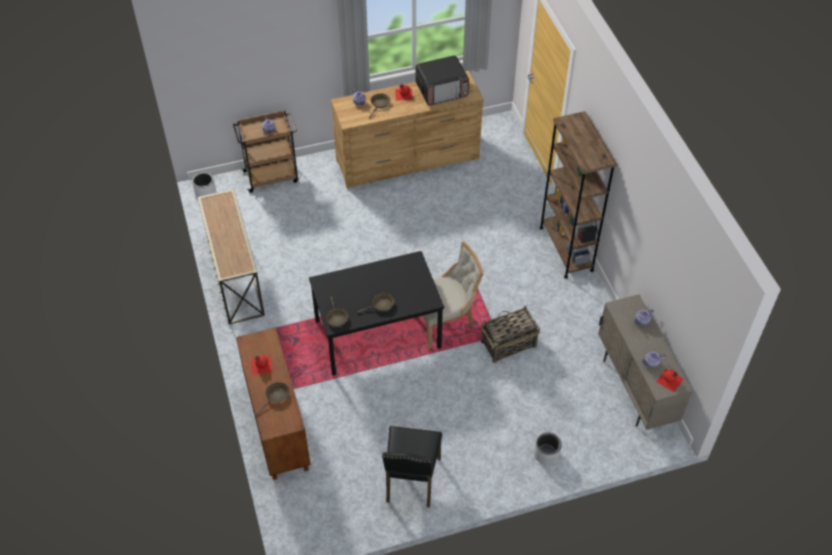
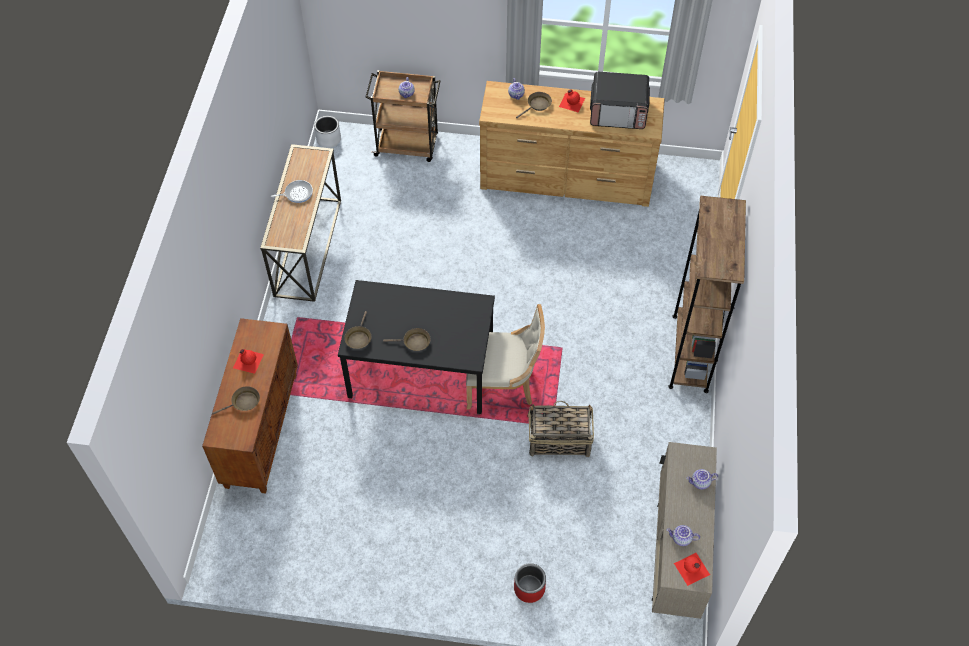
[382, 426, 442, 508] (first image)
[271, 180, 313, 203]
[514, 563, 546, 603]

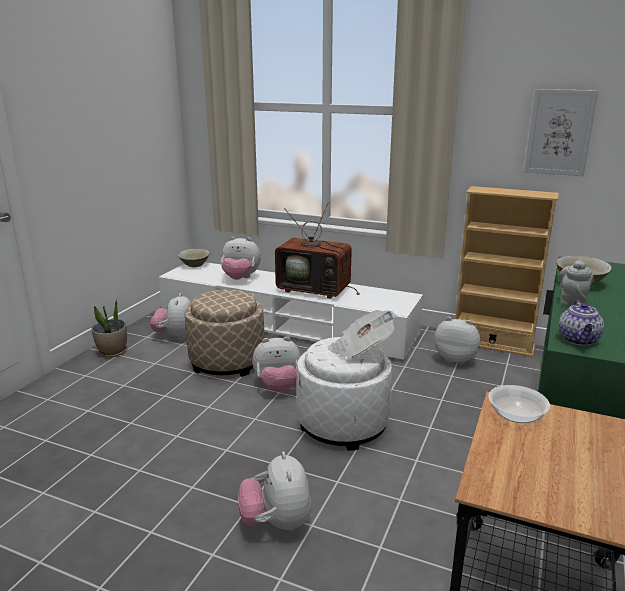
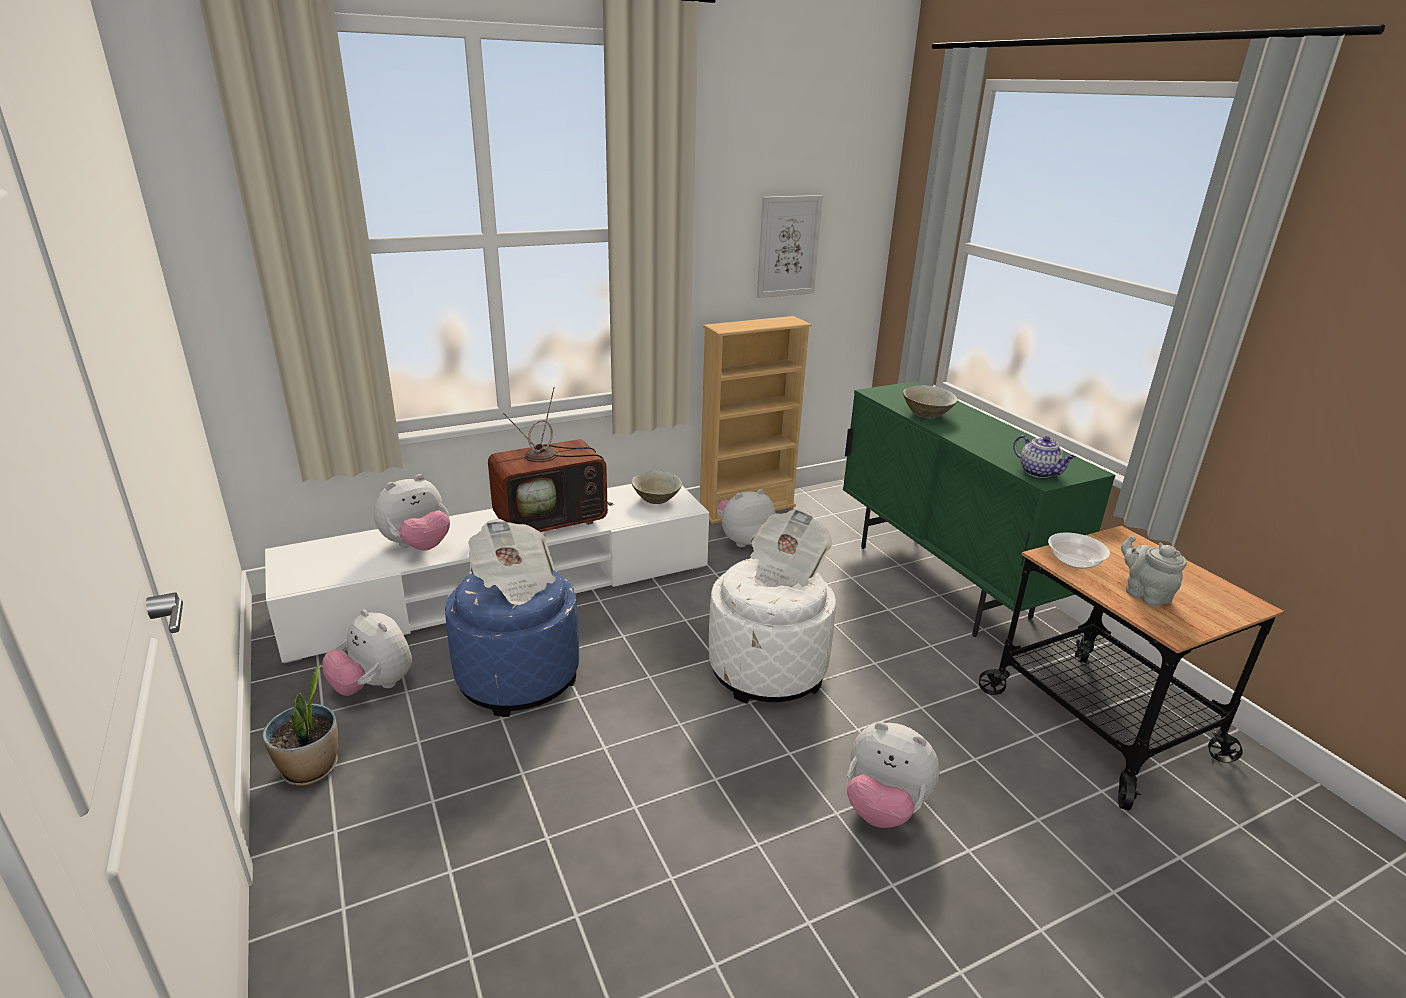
[252, 337, 301, 392] (first image)
[468, 519, 556, 605]
[632, 470, 682, 504]
[1121, 536, 1187, 606]
[445, 570, 579, 717]

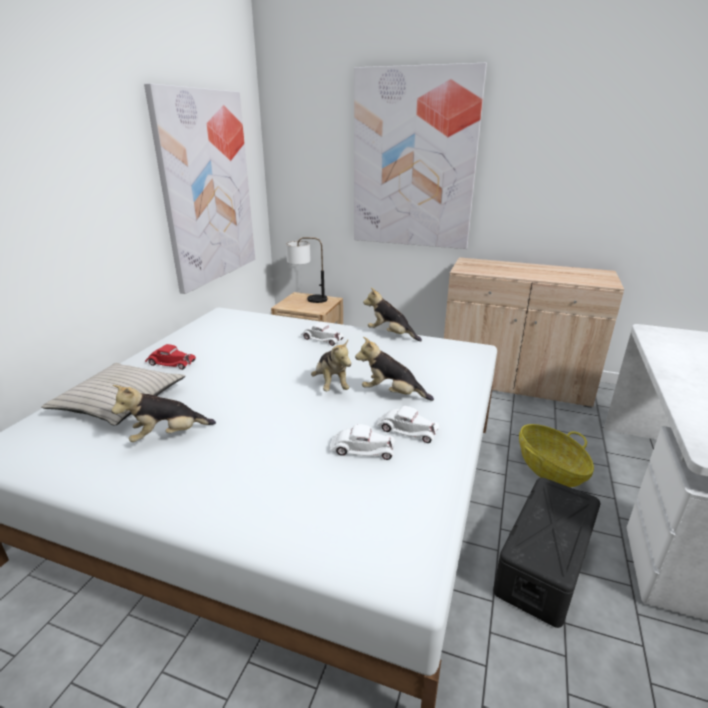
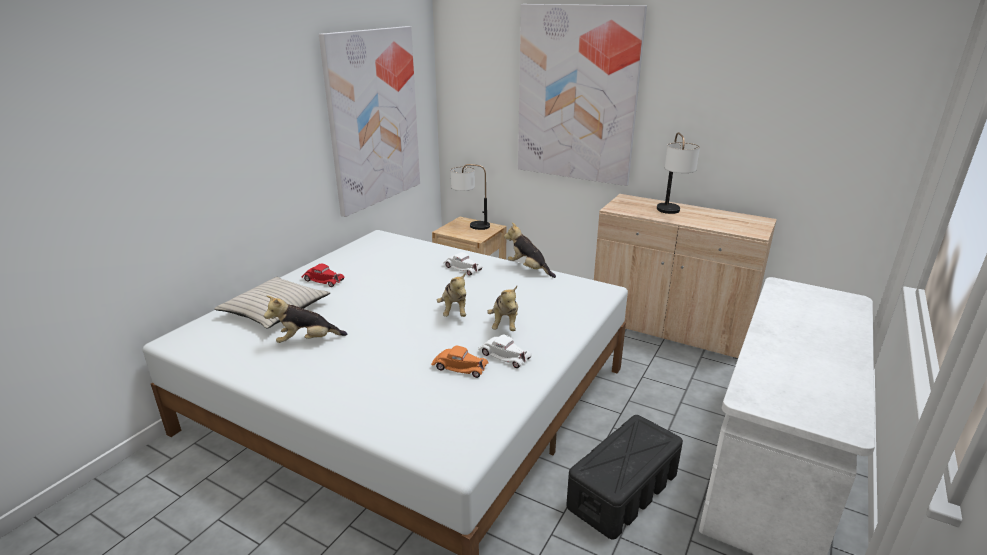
[519, 424, 594, 487] (first image)
[657, 132, 700, 214]
[431, 346, 489, 378]
[487, 286, 518, 331]

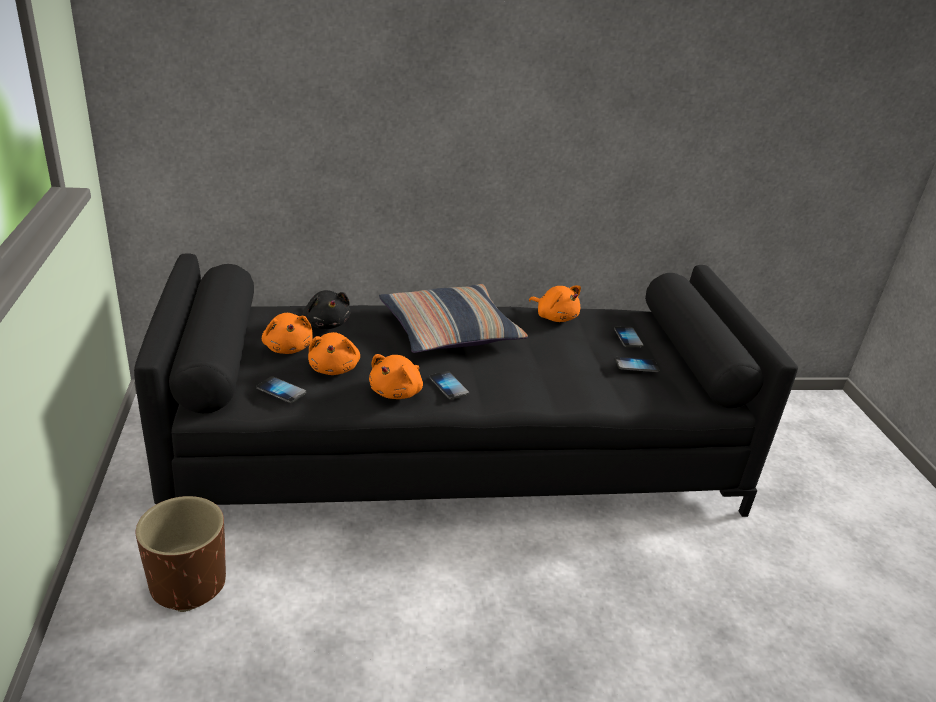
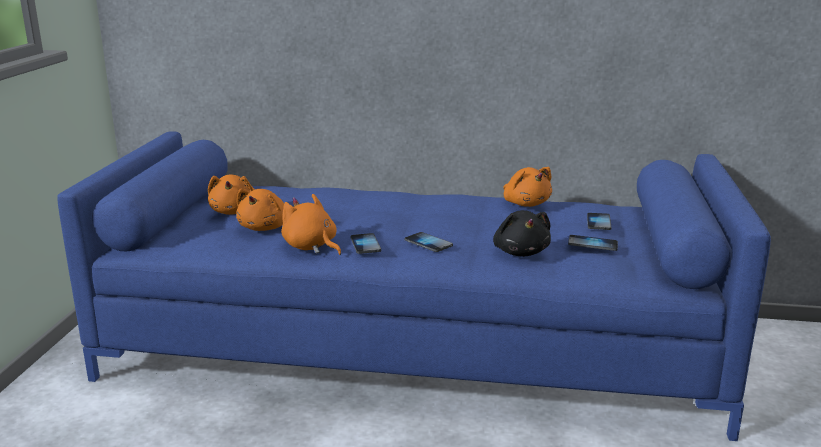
[136, 496, 226, 612] (first image)
[379, 284, 528, 353] (first image)
[405, 232, 453, 252]
[493, 210, 551, 257]
[57, 131, 771, 441]
[281, 194, 341, 255]

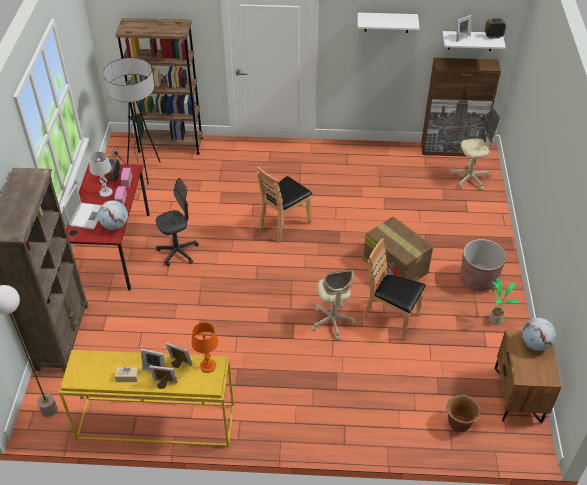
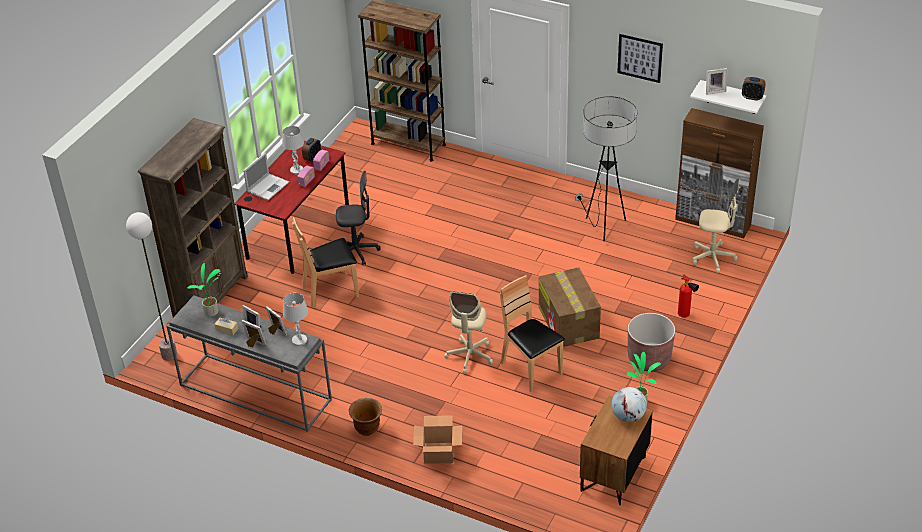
[98, 200, 128, 230] (first image)
[188, 263, 221, 317]
[413, 415, 462, 464]
[678, 274, 699, 318]
[575, 96, 637, 241]
[292, 217, 359, 308]
[349, 398, 382, 436]
[617, 34, 663, 83]
[166, 296, 332, 432]
[283, 293, 308, 346]

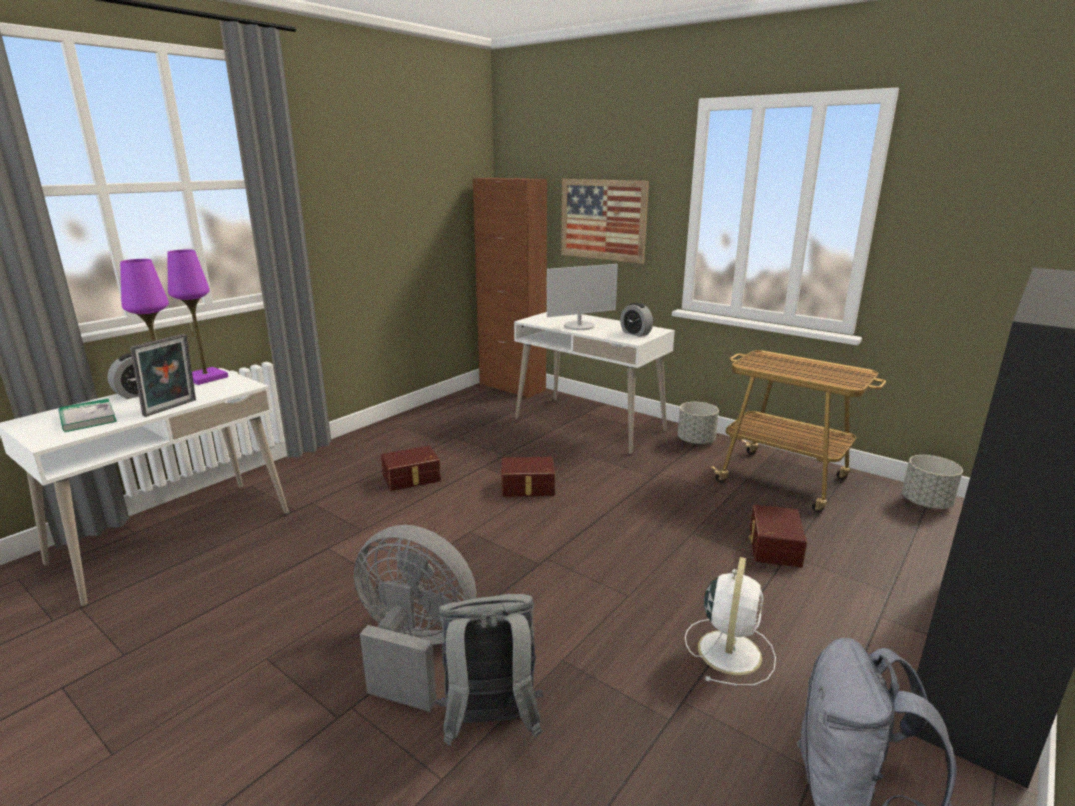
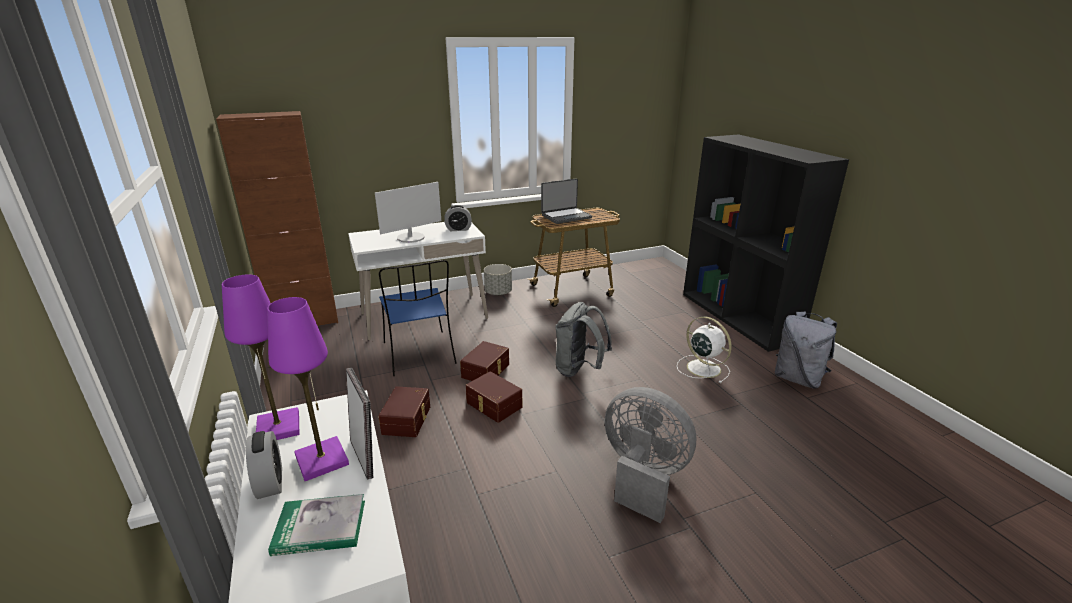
[561, 179, 649, 264] (first image)
[902, 455, 963, 509] (first image)
[379, 260, 457, 376]
[541, 178, 592, 224]
[555, 302, 612, 377]
[465, 371, 522, 423]
[604, 387, 697, 523]
[375, 182, 441, 243]

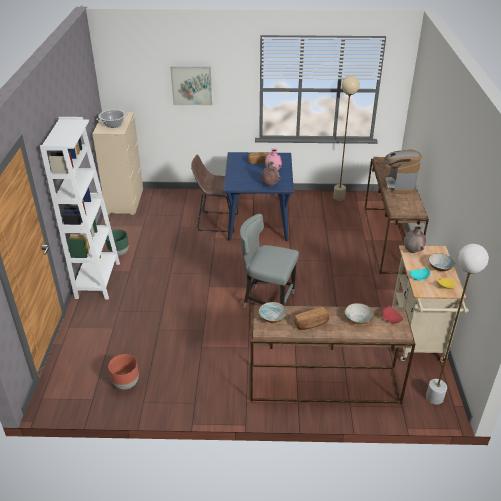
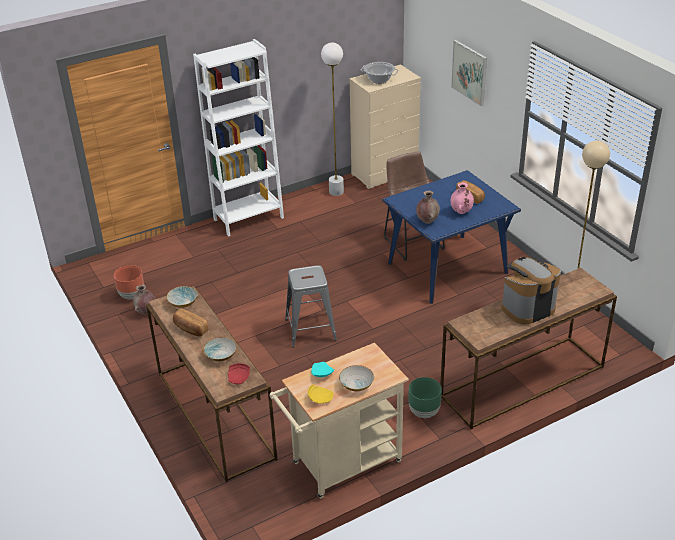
[409, 377, 442, 418]
[133, 285, 155, 314]
[321, 43, 344, 196]
[285, 265, 337, 348]

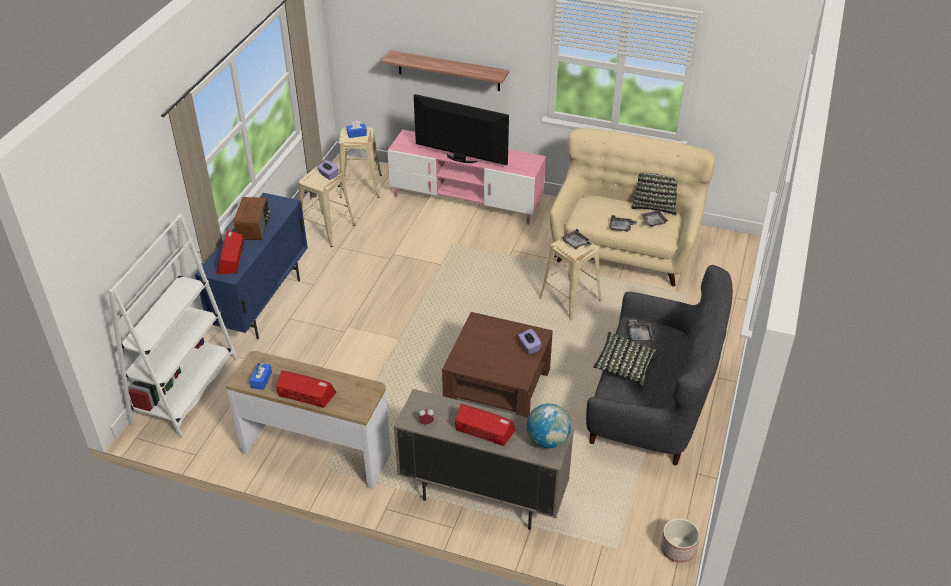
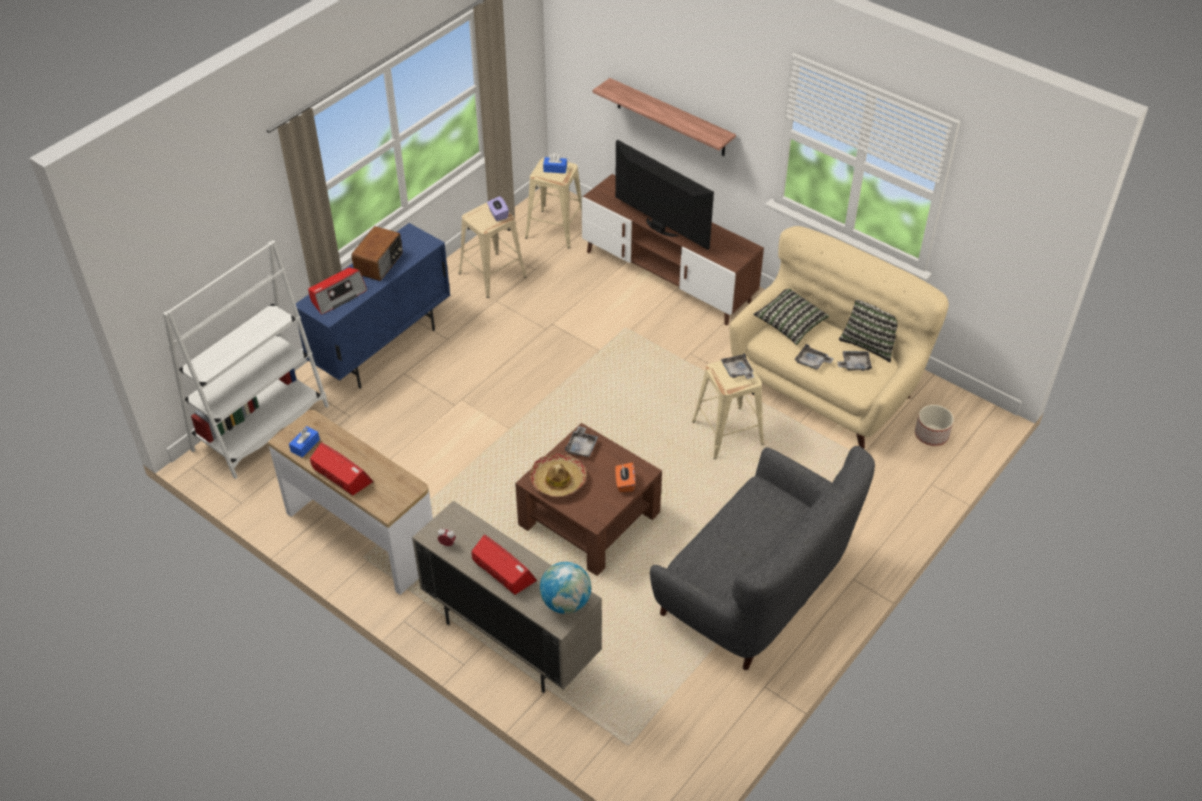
[530, 454, 587, 497]
[753, 289, 829, 345]
[565, 426, 598, 457]
[915, 405, 954, 446]
[582, 174, 764, 325]
[615, 463, 635, 492]
[308, 267, 367, 315]

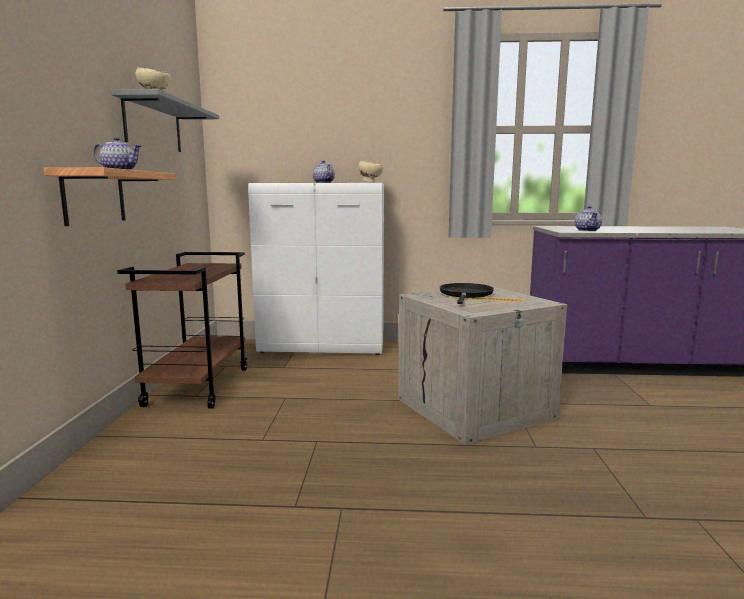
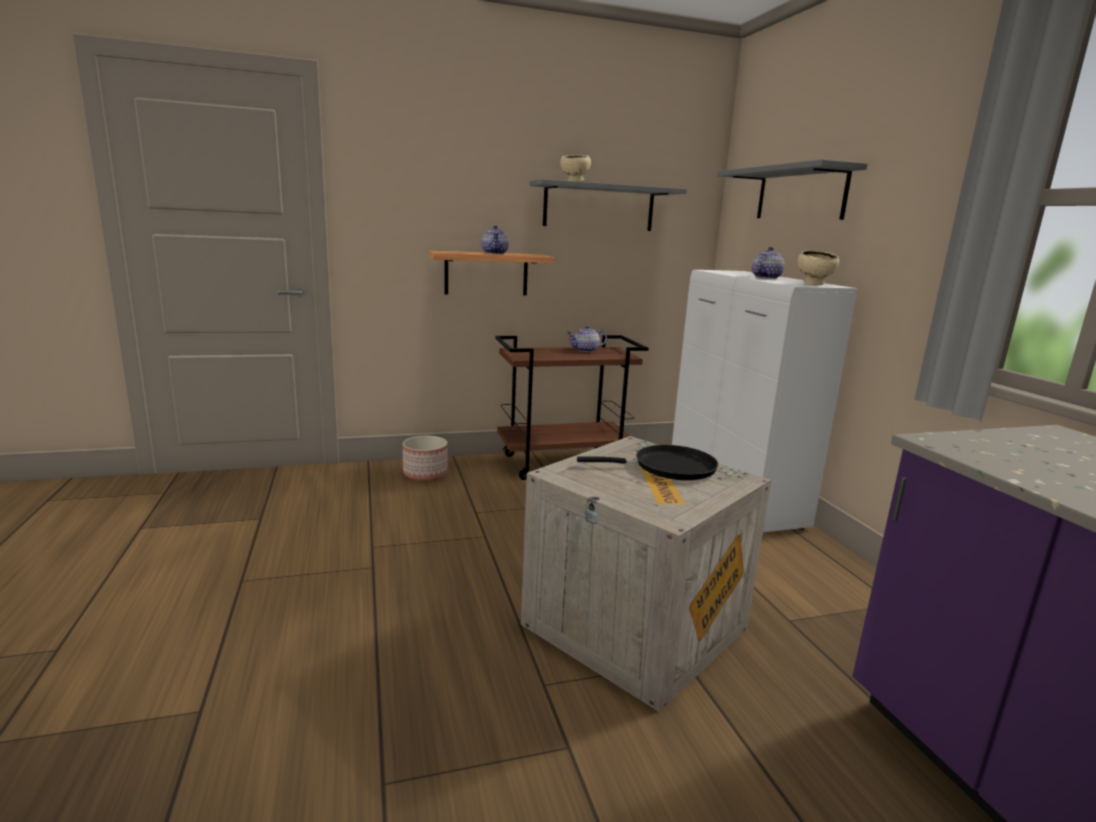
[403, 436, 448, 481]
[717, 159, 867, 220]
[567, 325, 607, 352]

